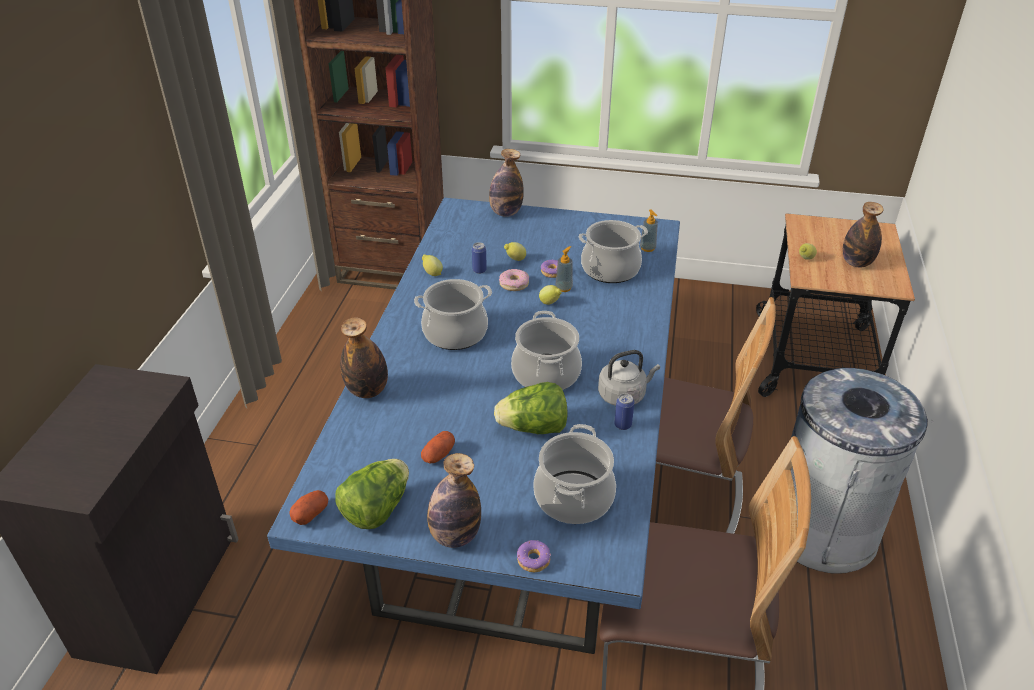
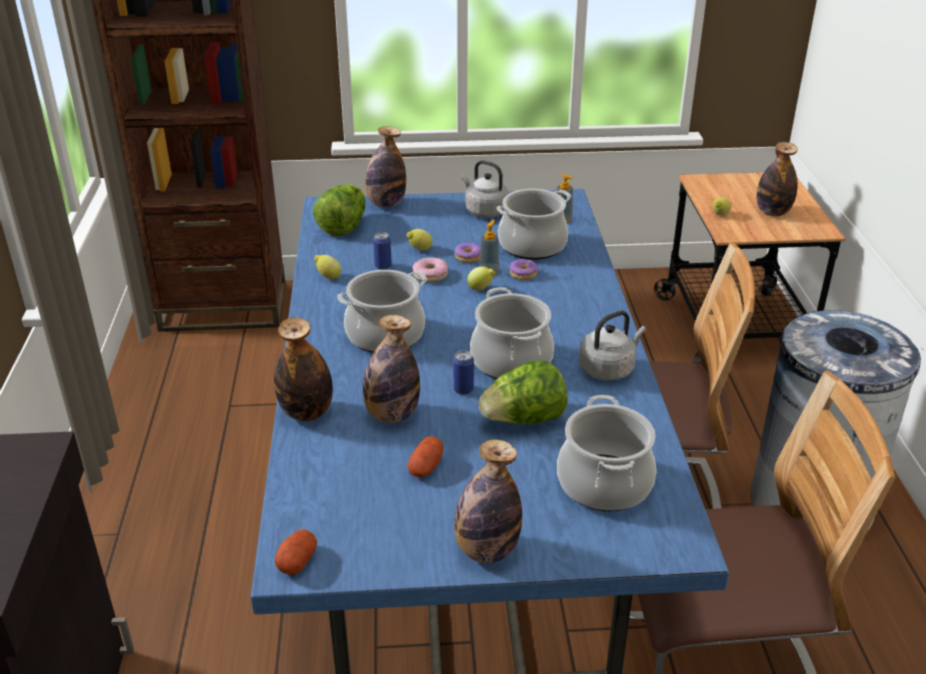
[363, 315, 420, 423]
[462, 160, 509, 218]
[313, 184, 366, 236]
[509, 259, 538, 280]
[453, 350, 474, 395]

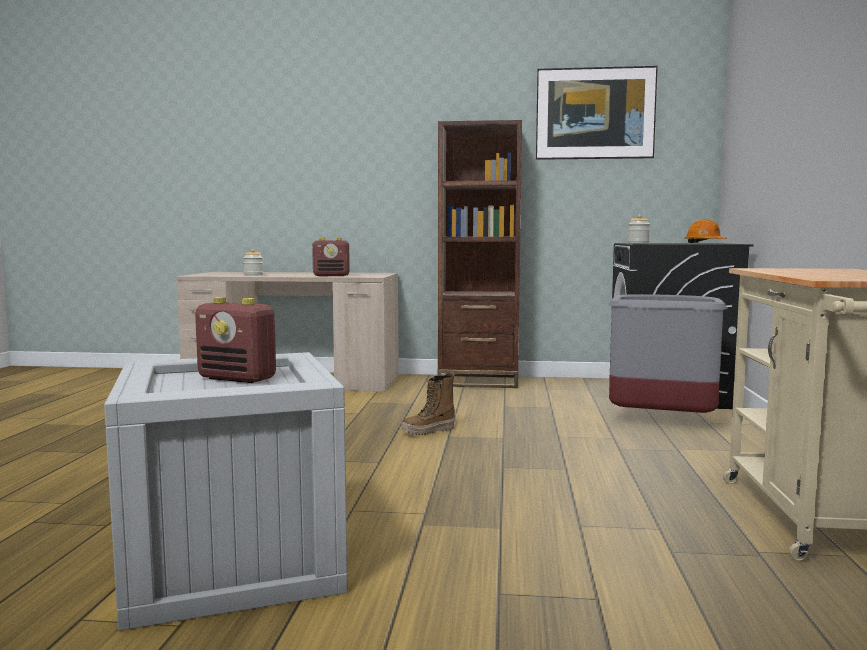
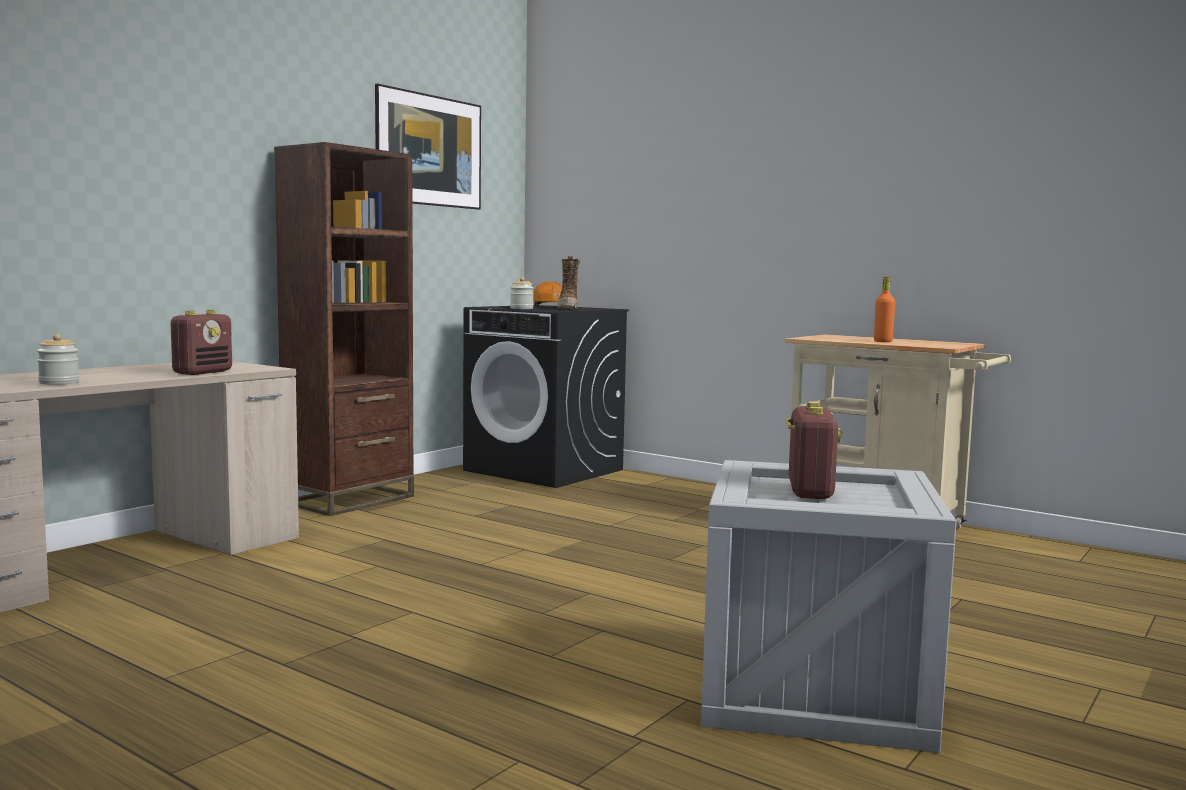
[608, 294, 727, 413] (first image)
[874, 276, 895, 342]
[557, 256, 580, 309]
[785, 402, 842, 499]

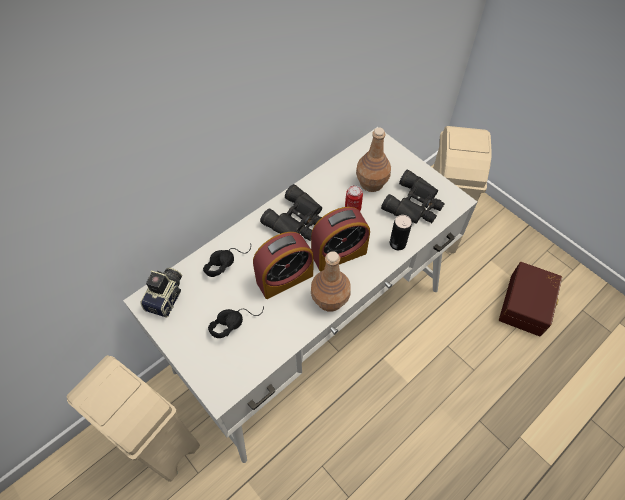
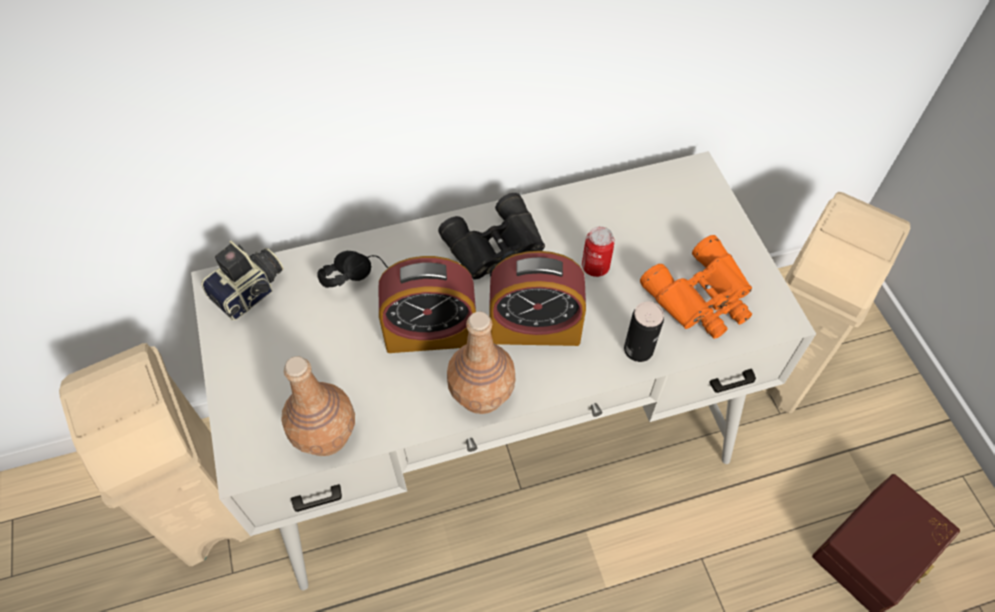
[208, 306, 264, 338] (first image)
[281, 356, 355, 456]
[640, 235, 752, 339]

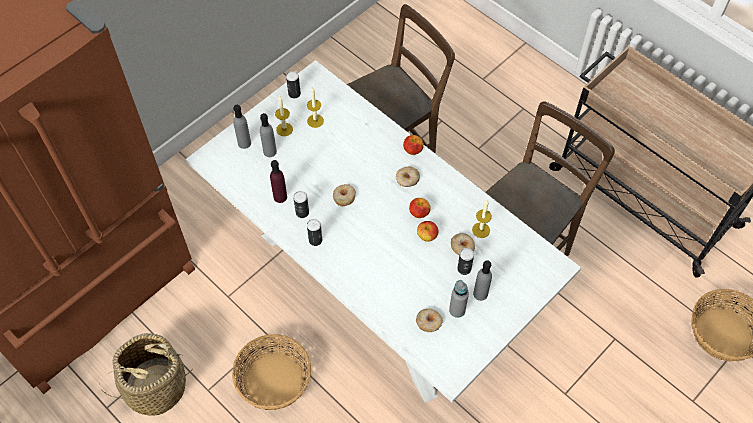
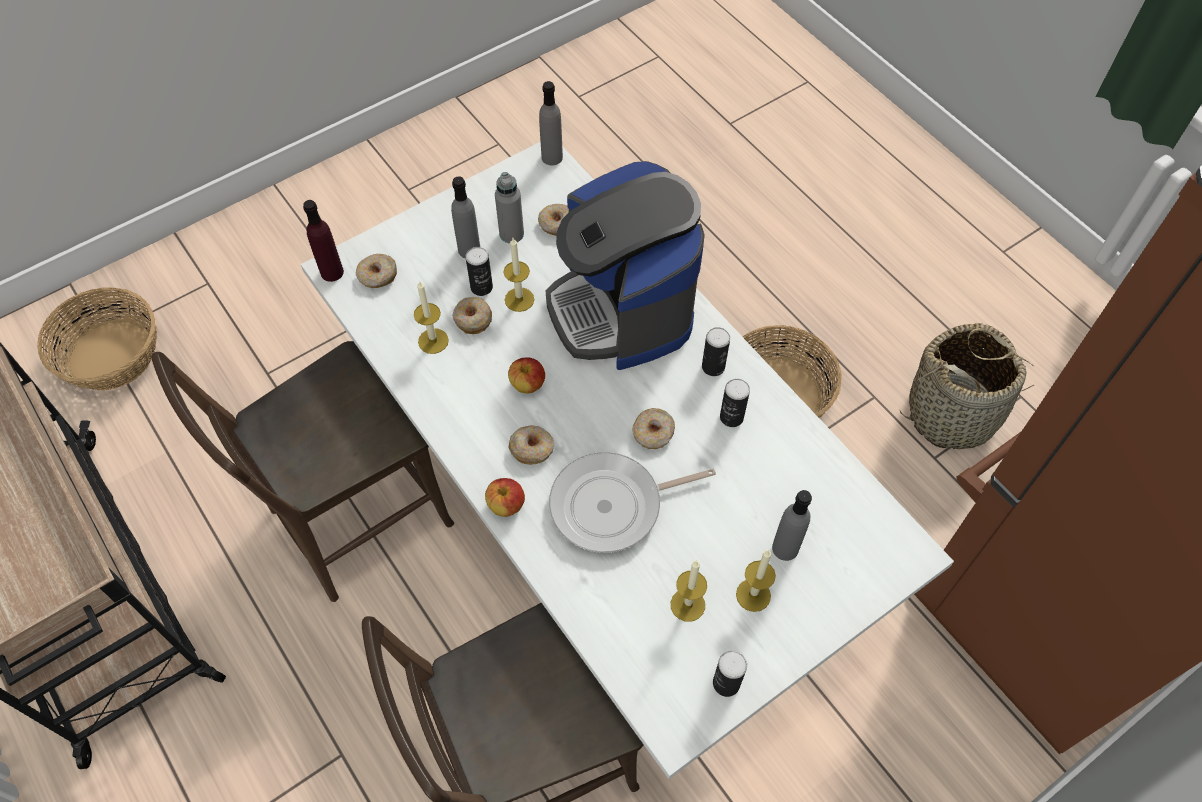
[417, 221, 439, 242] (first image)
[356, 254, 397, 288]
[503, 238, 534, 312]
[546, 161, 705, 370]
[549, 452, 716, 553]
[539, 81, 563, 165]
[303, 200, 344, 282]

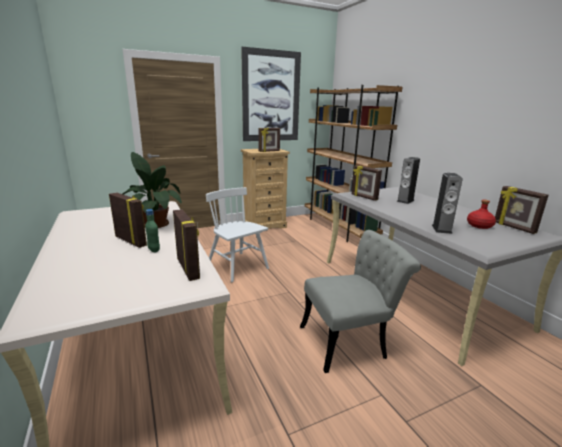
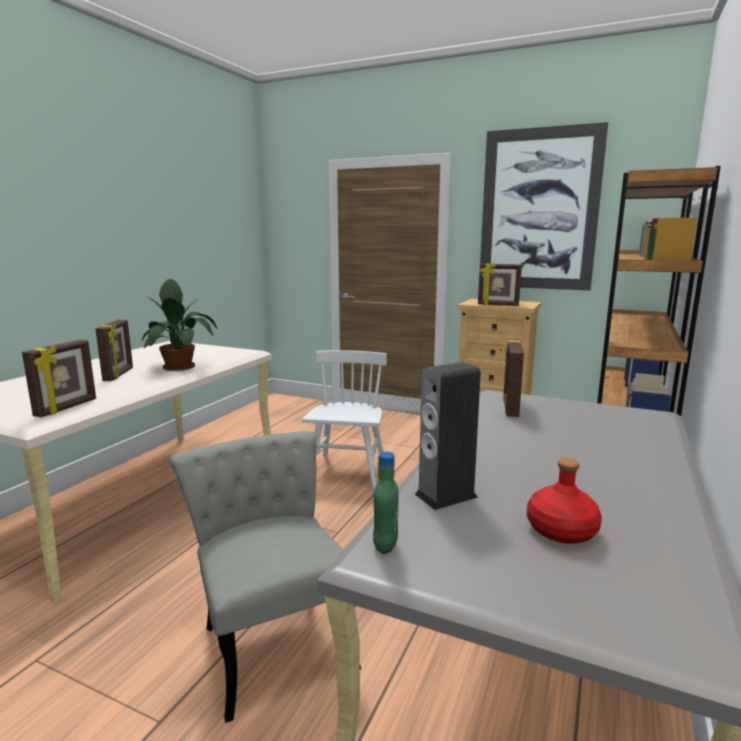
[397, 157, 420, 204] (first image)
[495, 186, 549, 234] (first image)
[373, 452, 399, 554]
[170, 431, 361, 723]

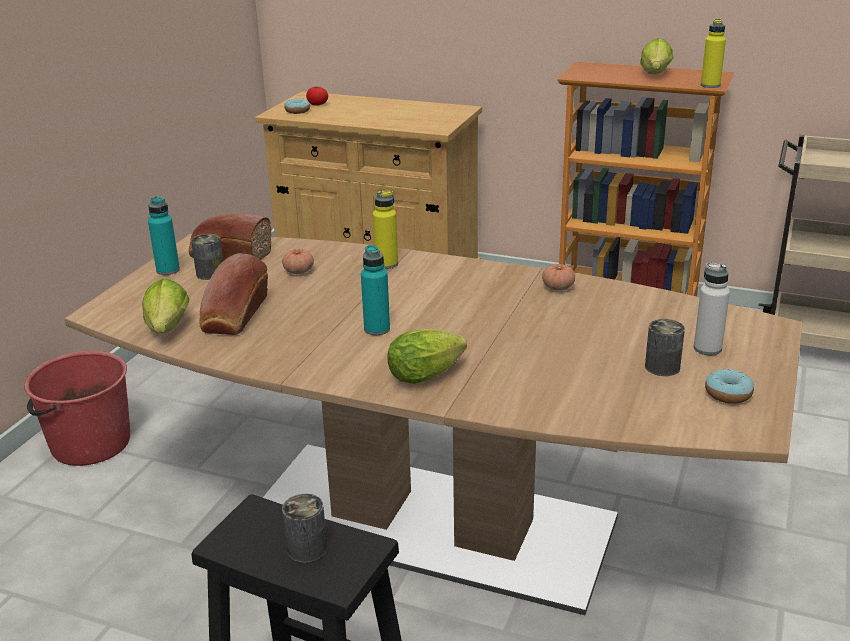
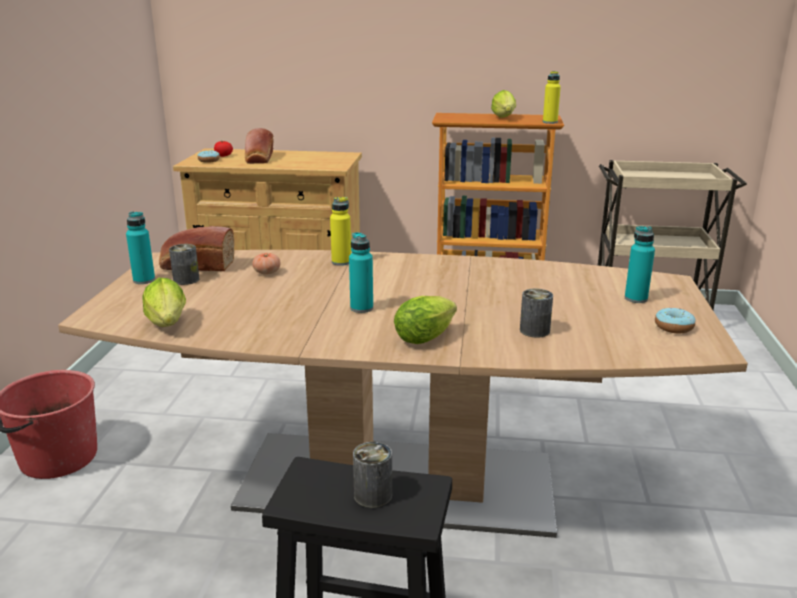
[542, 264, 575, 291] (first image)
[245, 128, 274, 164]
[520, 289, 553, 338]
[625, 226, 655, 303]

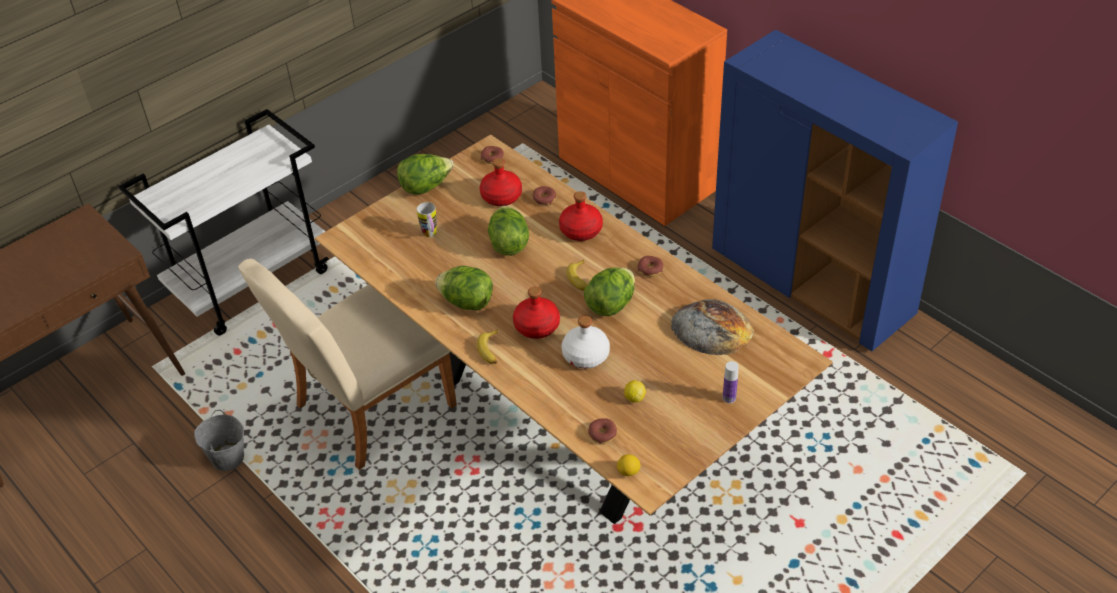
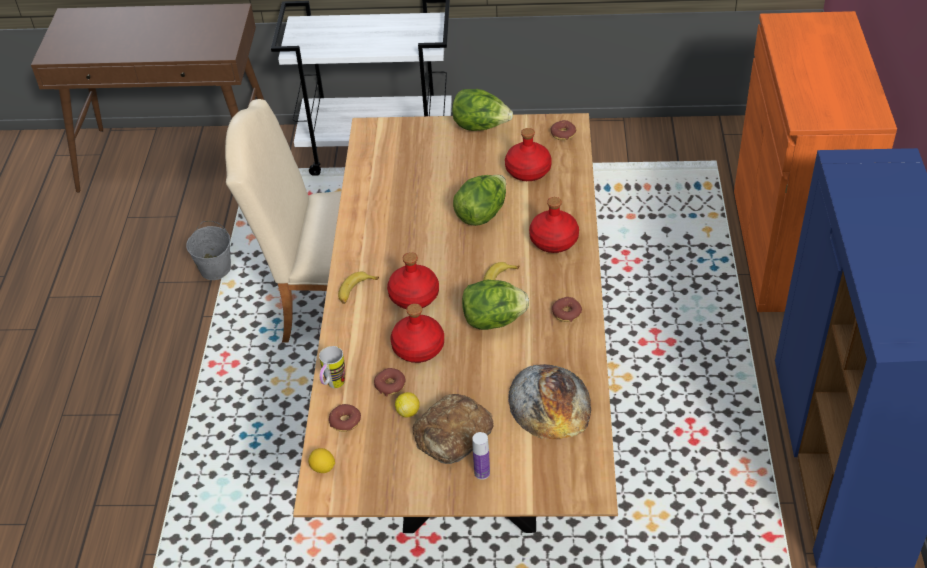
[436, 266, 493, 311] (first image)
[412, 394, 494, 464]
[319, 346, 345, 388]
[374, 368, 405, 396]
[391, 304, 444, 363]

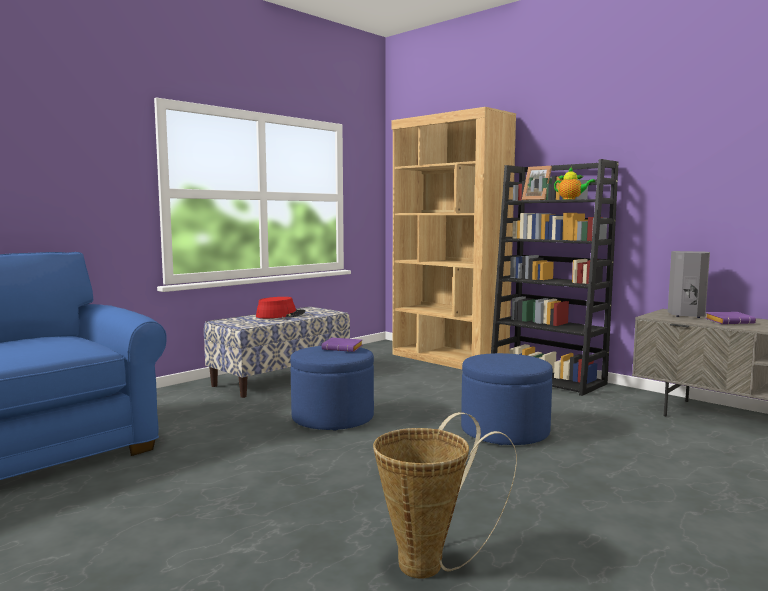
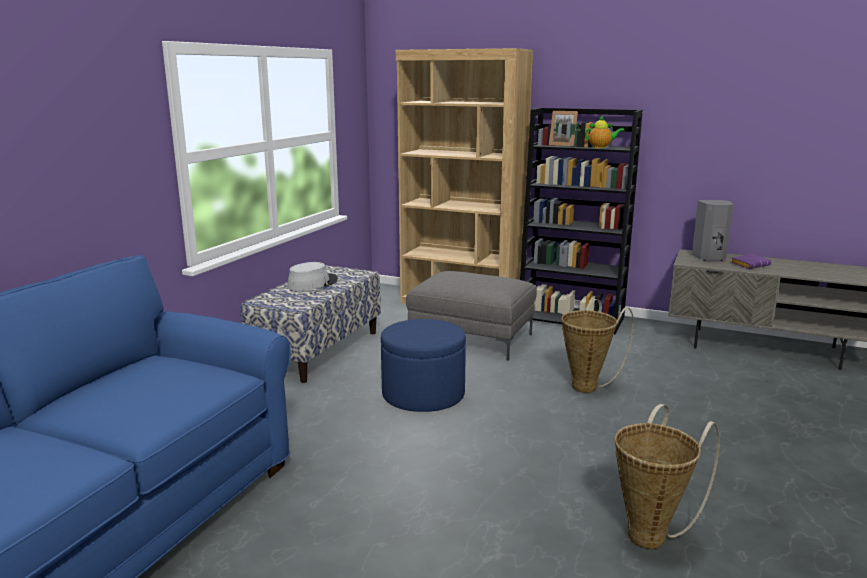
[322, 338, 362, 352] (first image)
[406, 271, 537, 361]
[561, 299, 634, 393]
[287, 262, 338, 291]

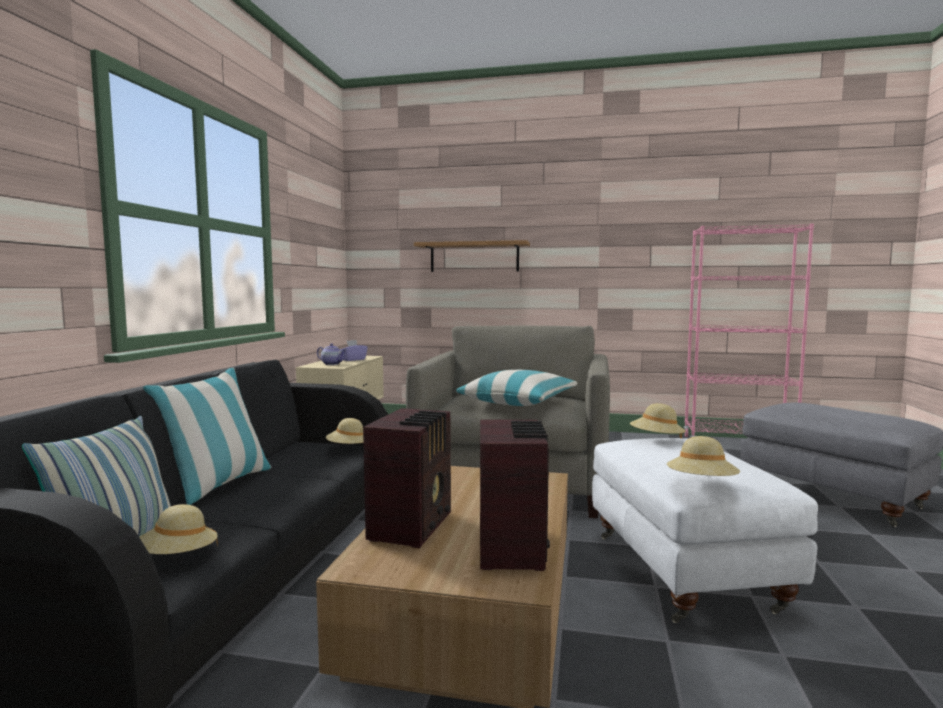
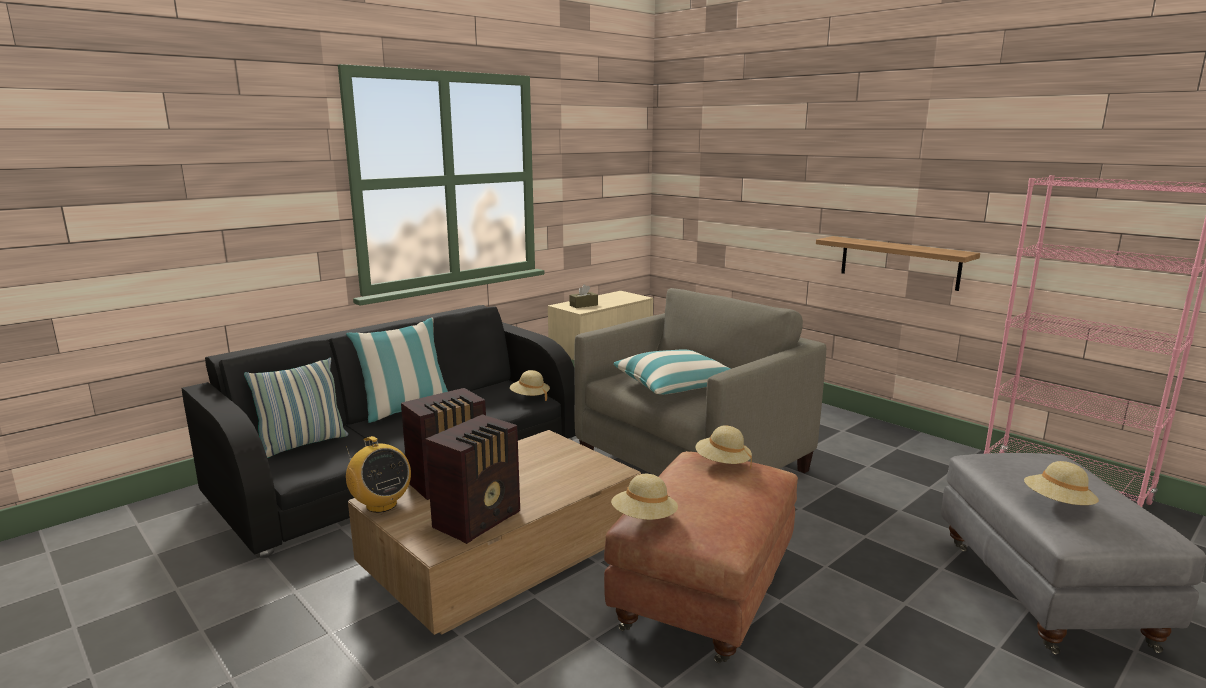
[340, 340, 368, 361] (first image)
[346, 436, 411, 513]
[1024, 461, 1099, 505]
[816, 236, 980, 291]
[570, 284, 598, 308]
[604, 451, 798, 663]

